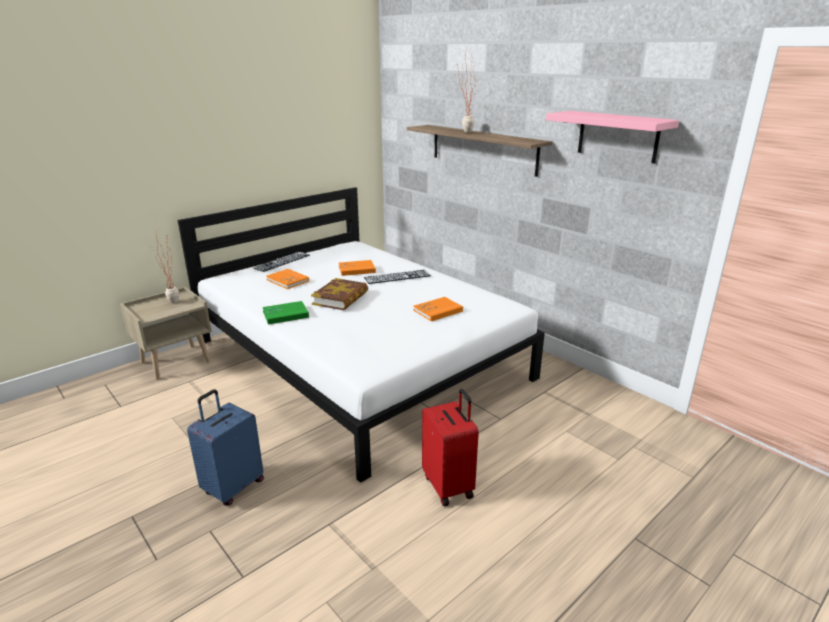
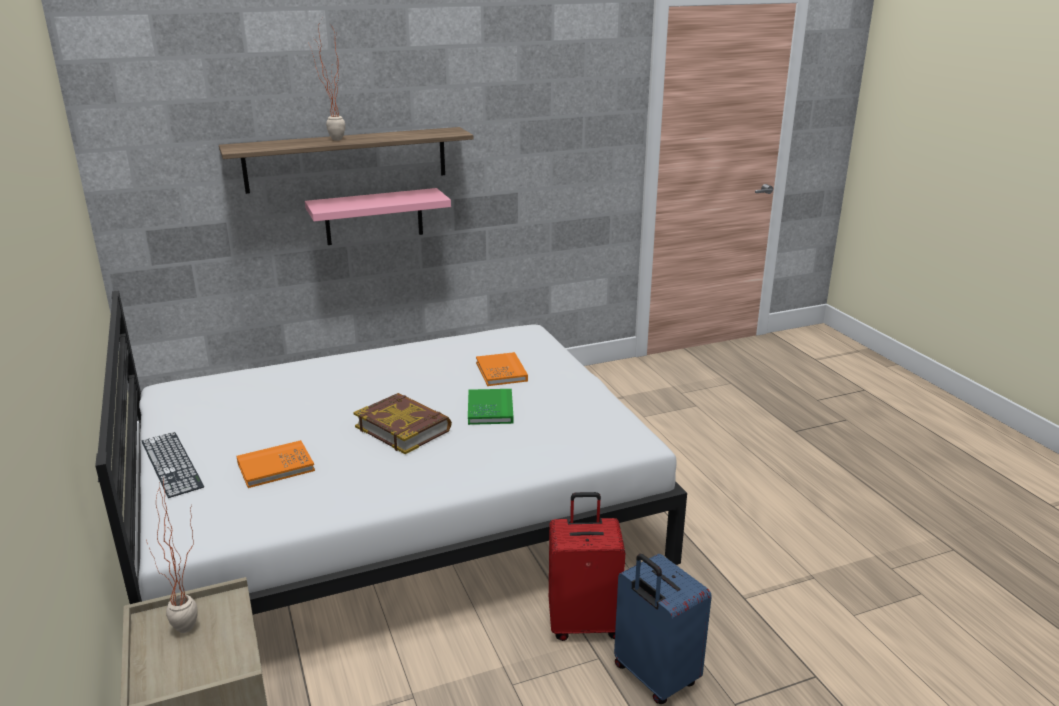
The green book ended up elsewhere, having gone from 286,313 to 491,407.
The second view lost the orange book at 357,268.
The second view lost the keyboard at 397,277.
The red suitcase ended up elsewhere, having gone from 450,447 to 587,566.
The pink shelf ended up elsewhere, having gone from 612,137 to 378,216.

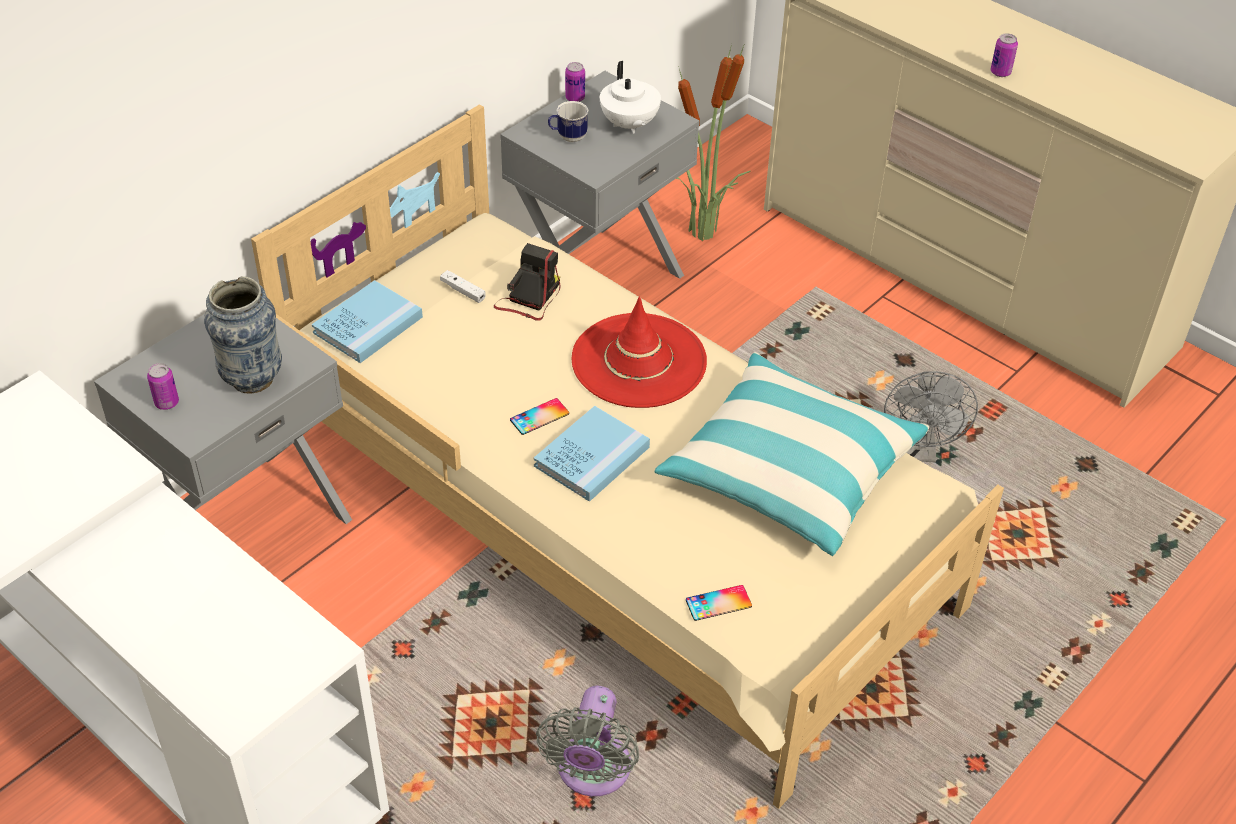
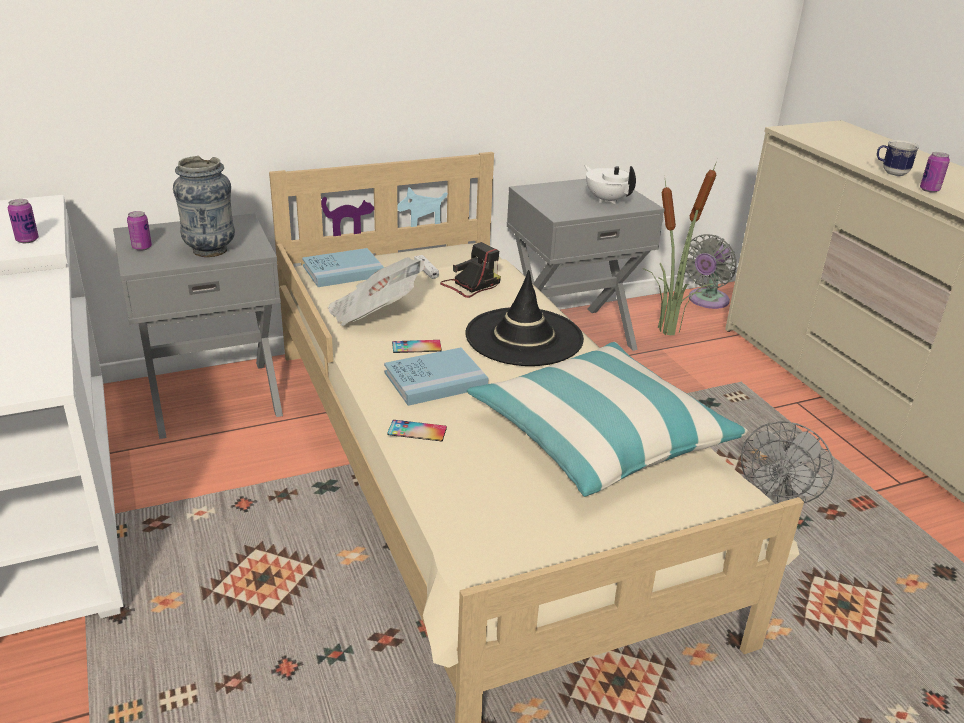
The grey fan ended up elsewhere, having gone from 587,741 to 711,271.
The mug ended up elsewhere, having gone from 568,121 to 898,158.
The can ended up elsewhere, having gone from 575,82 to 23,221.
What was the red hat at 639,352 turned into the black hat at 524,318.
The white teapot at 630,97 ended up facing another way, 135 degrees clockwise from before.
The phone ended up elsewhere, having gone from 719,603 to 417,430.
The second view gained the newspaper at 376,291.

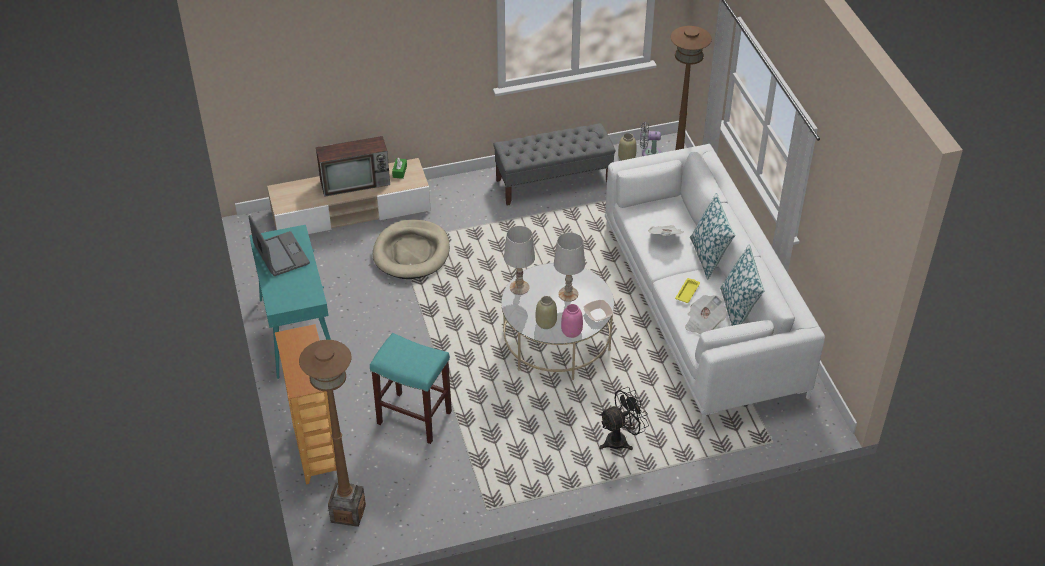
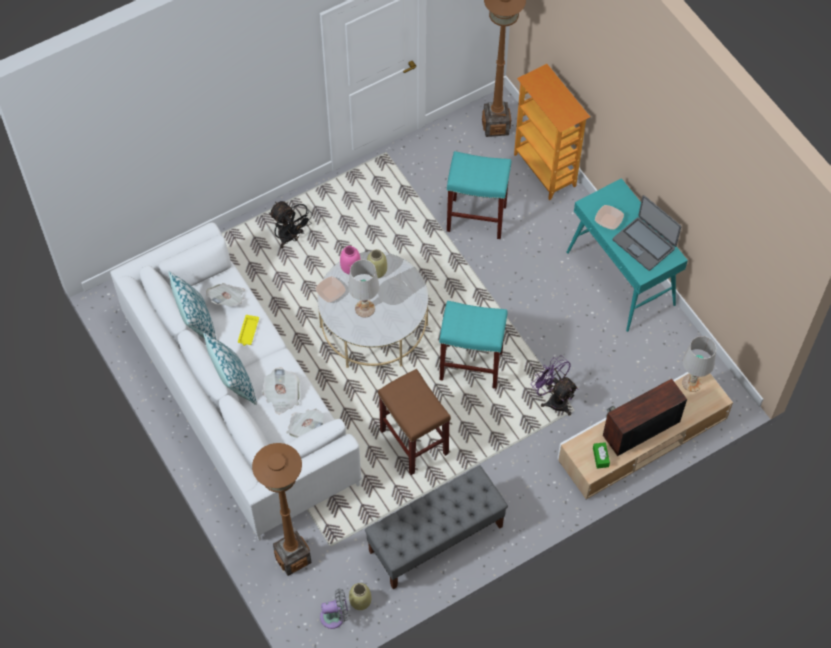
Where the beige dog bed stood at 411,249, the purple fan came to stand at 554,386.
The white table lamp ended up elsewhere, having gone from 519,260 to 699,364.
The black fan at 624,418 ended up facing another way, 90 degrees counterclockwise from before.
The second view gained the newspaper at 305,423.
The second view gained the brown stool at 414,422.
The second view gained the turquoise stool at 473,345.
The second view gained the bowl at 609,217.

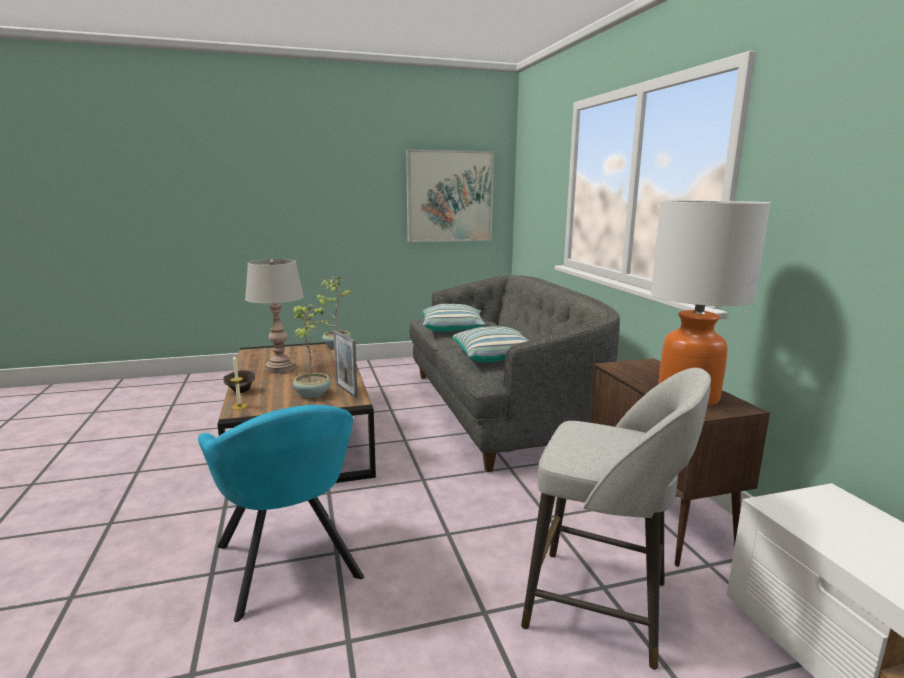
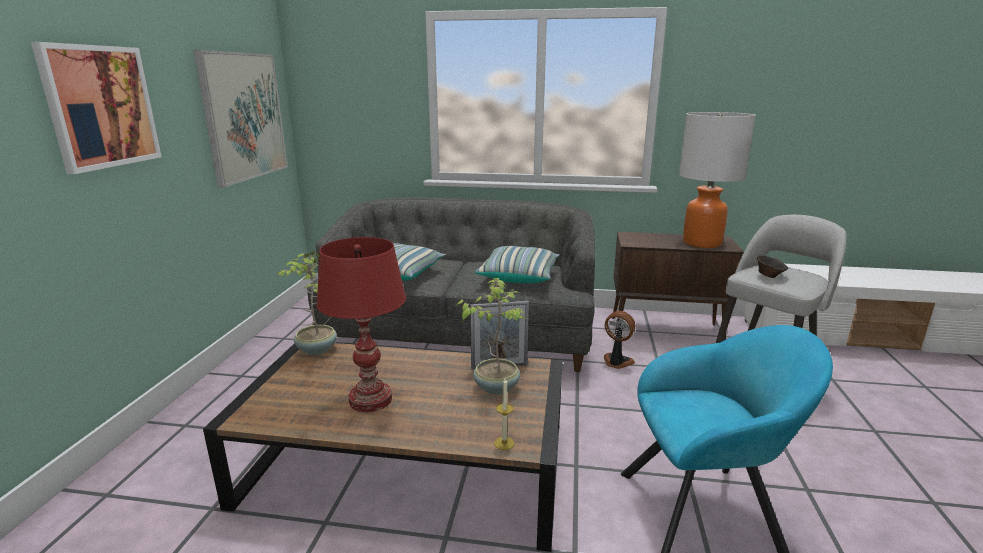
The brown bowl ended up elsewhere, having gone from 239,381 to 772,267.
What was the grey table lamp at 274,316 turned into the red table lamp at 361,324.
The second view gained the picture at 96,108.
The second view gained the fan at 620,340.

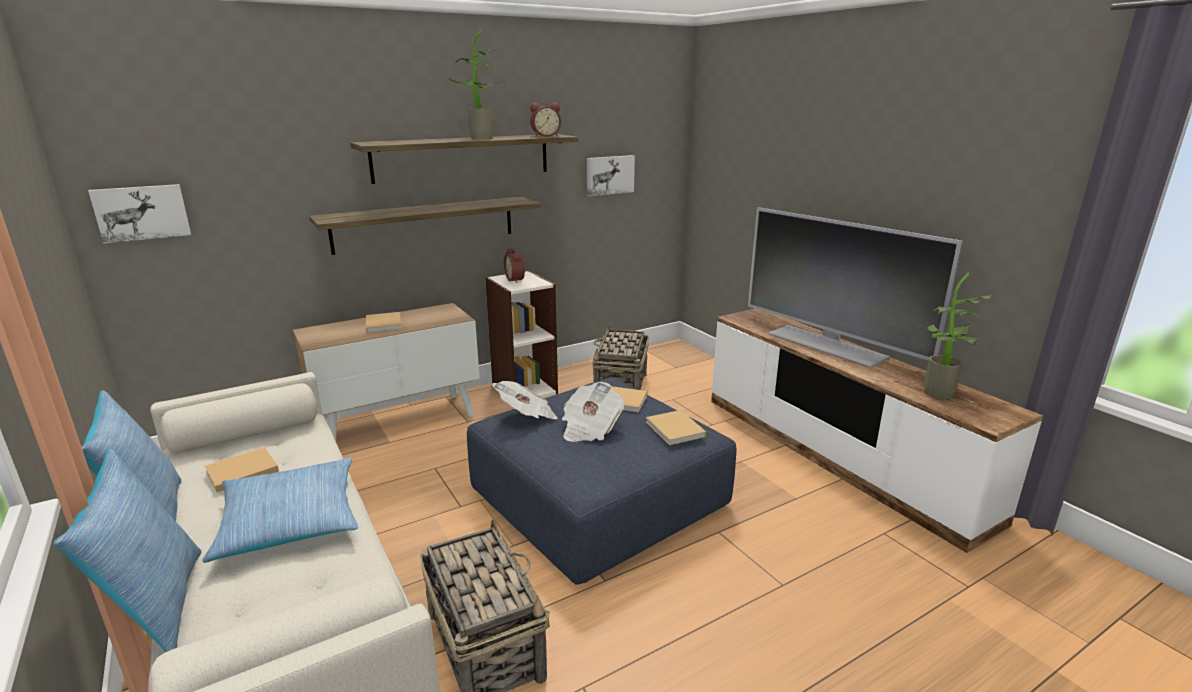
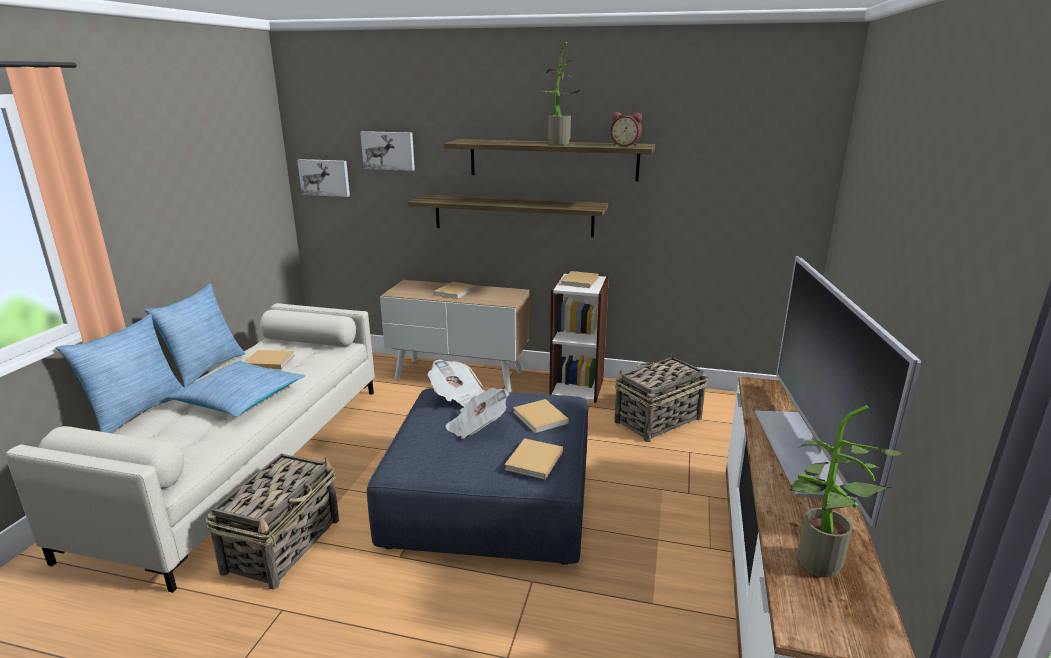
Where the alarm clock stood at 514,265, the beige book came to stand at 579,279.
The picture ended up elsewhere, having gone from 611,175 to 387,151.

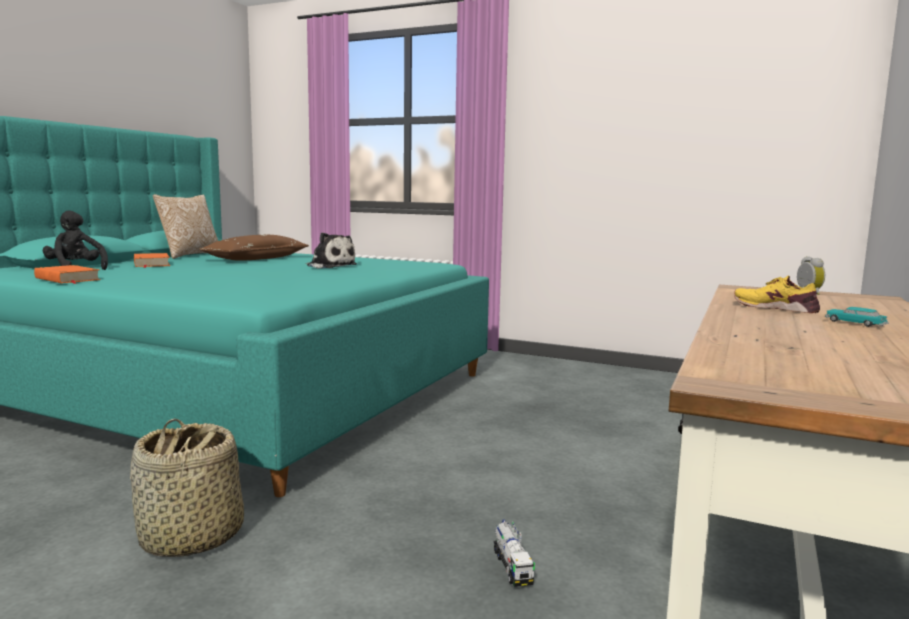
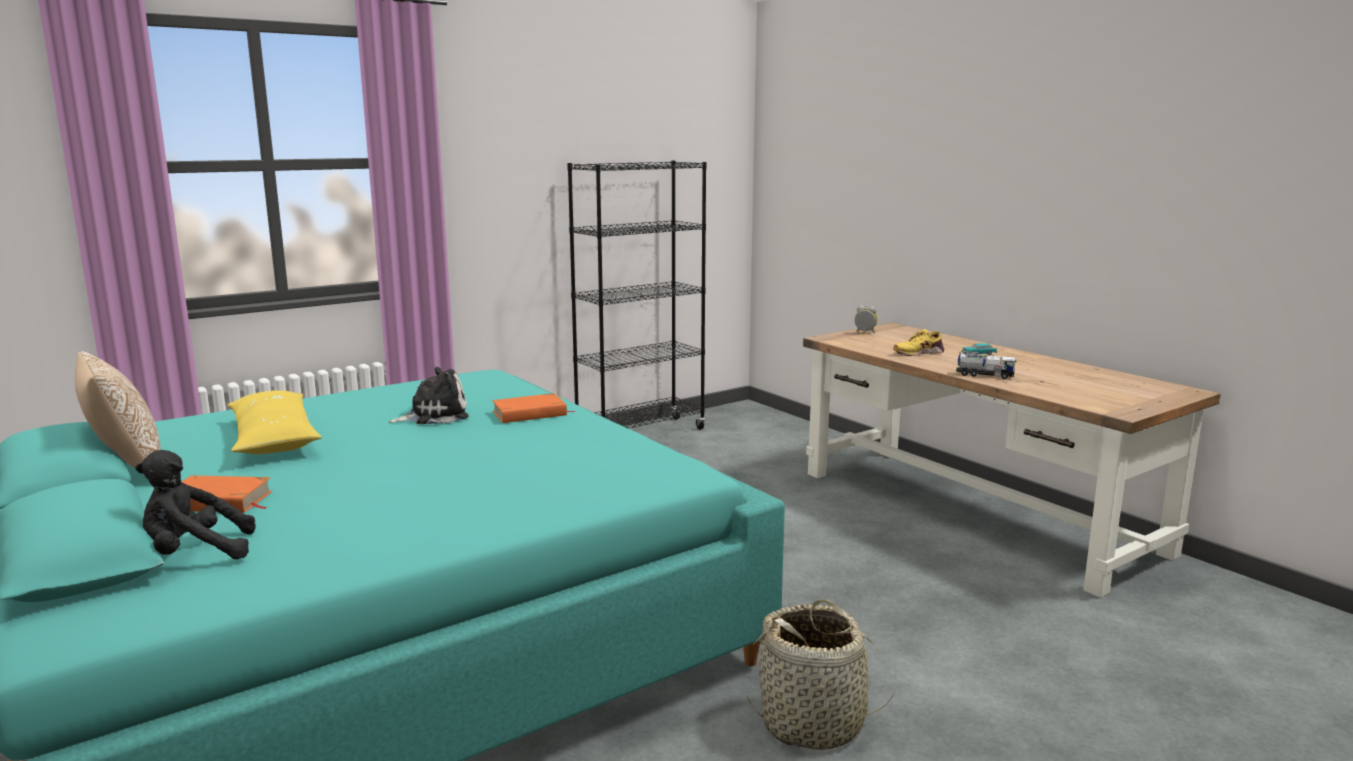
The orange book ended up elsewhere, having gone from 67,274 to 533,408.
What was the brown pillow at 254,248 turned into the yellow pillow at 274,422.
The toy truck ended up elsewhere, having gone from 514,553 to 986,365.
The second view gained the black bookcase at 637,295.

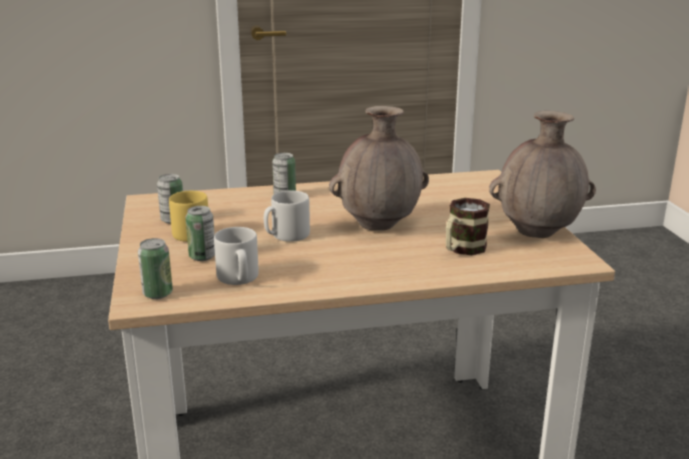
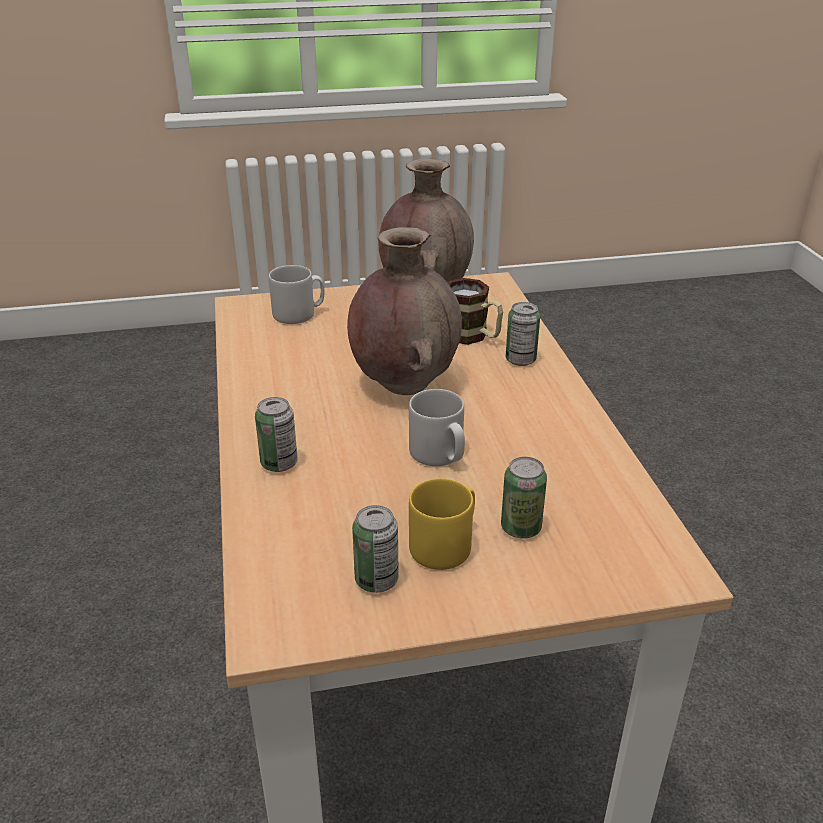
The can ended up elsewhere, having gone from 155,268 to 523,334.
The grey mug ended up elsewhere, having gone from 236,256 to 296,294.

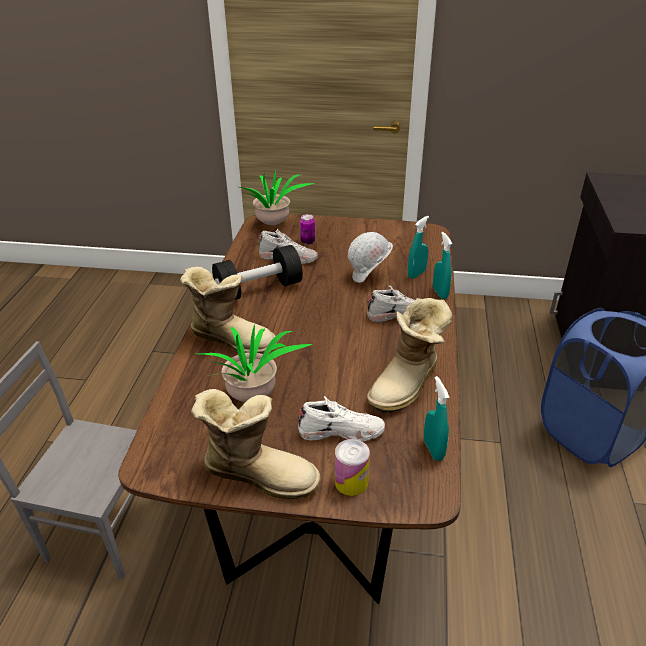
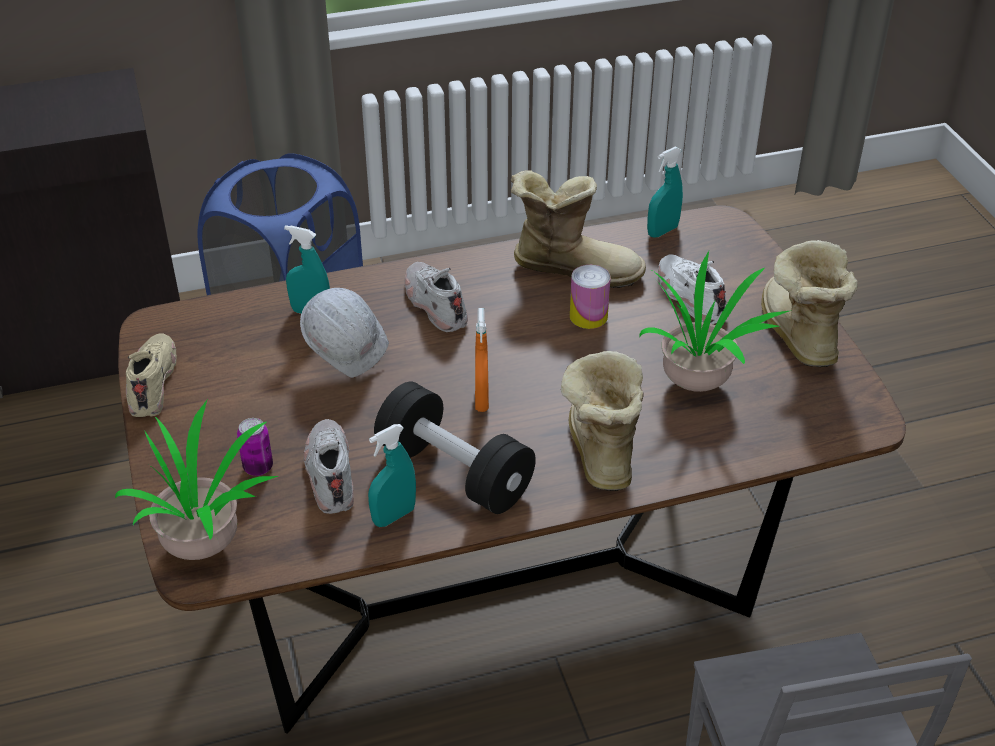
The can ended up elsewhere, having gone from 352,467 to 590,297.
The turquoise spray bottle ended up elsewhere, having gone from 442,265 to 392,475.
The second view gained the beige shoe at 151,375.
The second view gained the orange spray bottle at 482,360.

